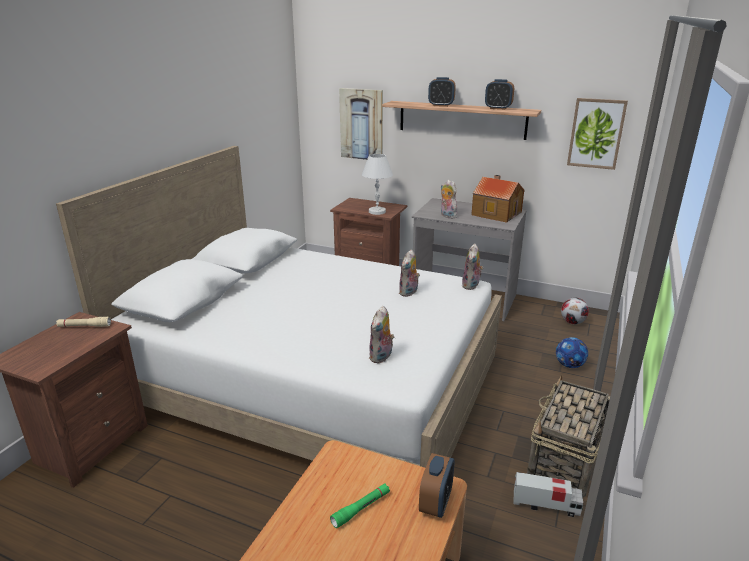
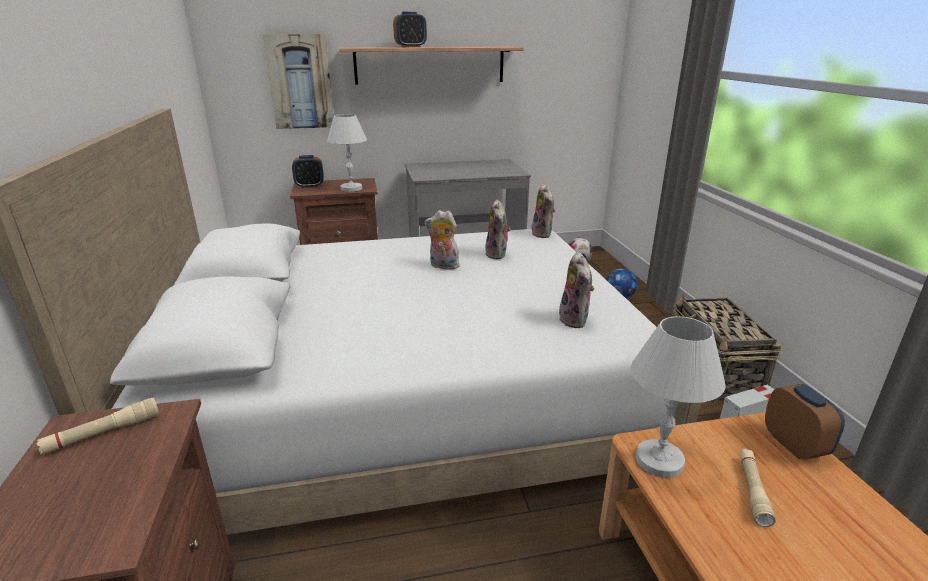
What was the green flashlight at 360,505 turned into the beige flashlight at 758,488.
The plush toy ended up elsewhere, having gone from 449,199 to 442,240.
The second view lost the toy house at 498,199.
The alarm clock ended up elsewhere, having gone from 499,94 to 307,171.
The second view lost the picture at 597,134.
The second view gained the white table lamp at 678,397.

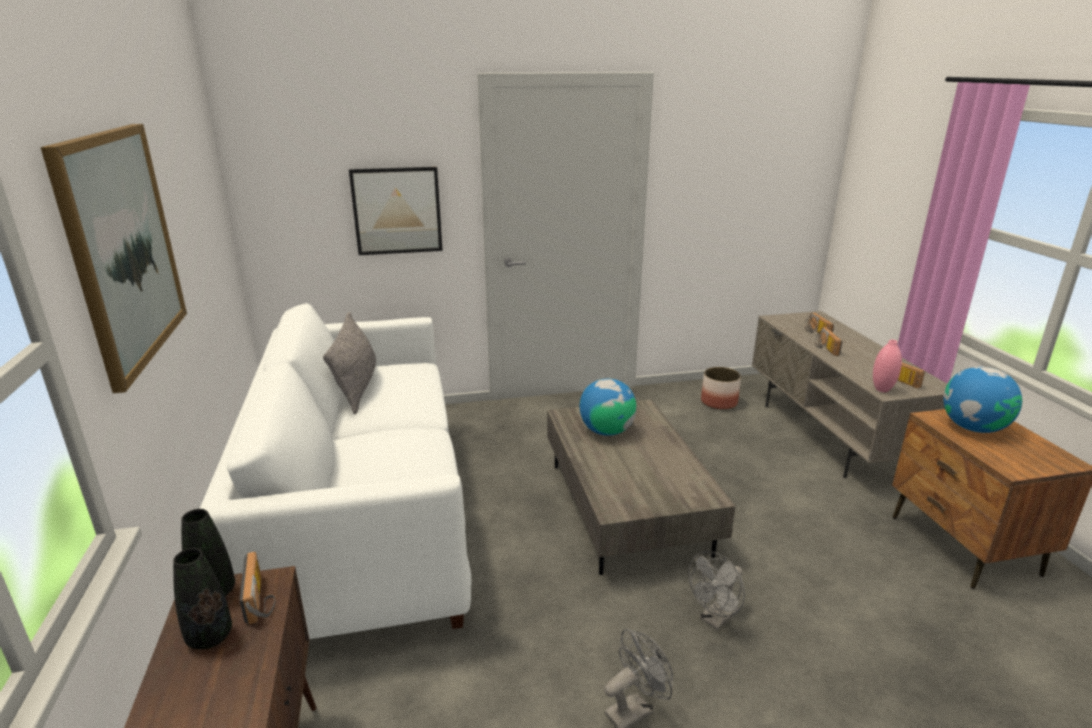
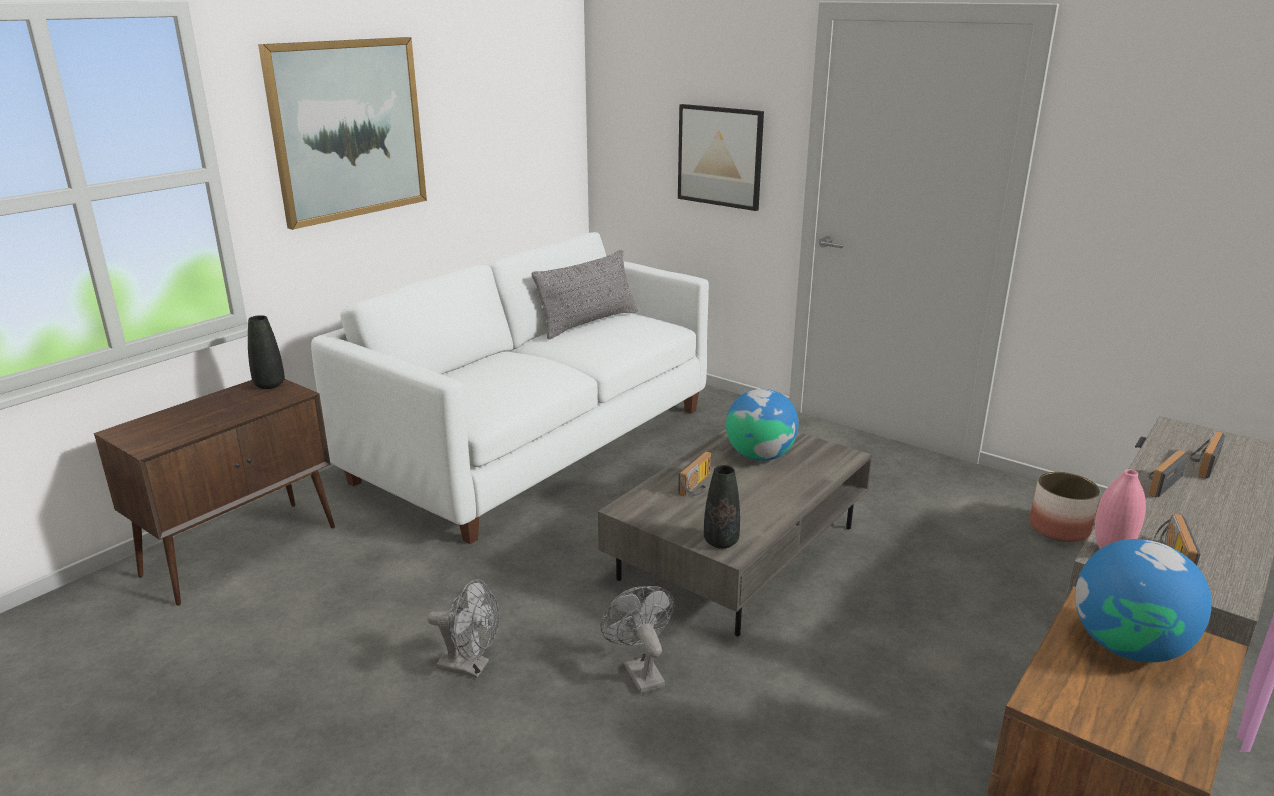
The black vase ended up elsewhere, having gone from 202,598 to 722,507.
The radio ended up elsewhere, having gone from 258,588 to 694,473.
The grey fan at 716,590 ended up facing another way, 60 degrees clockwise from before.

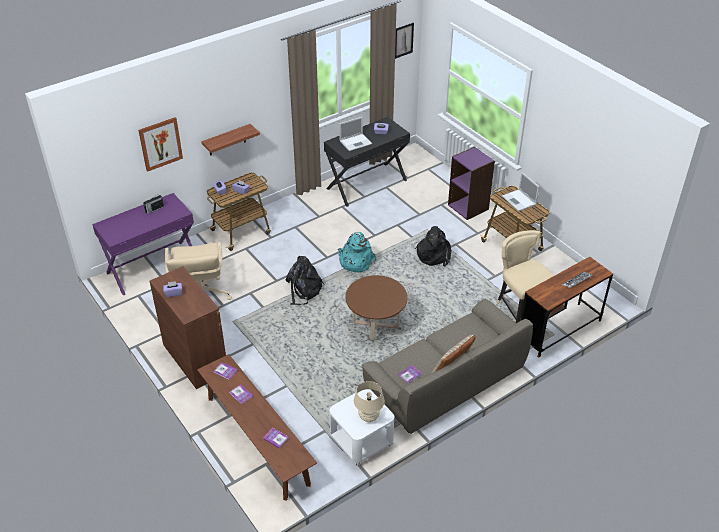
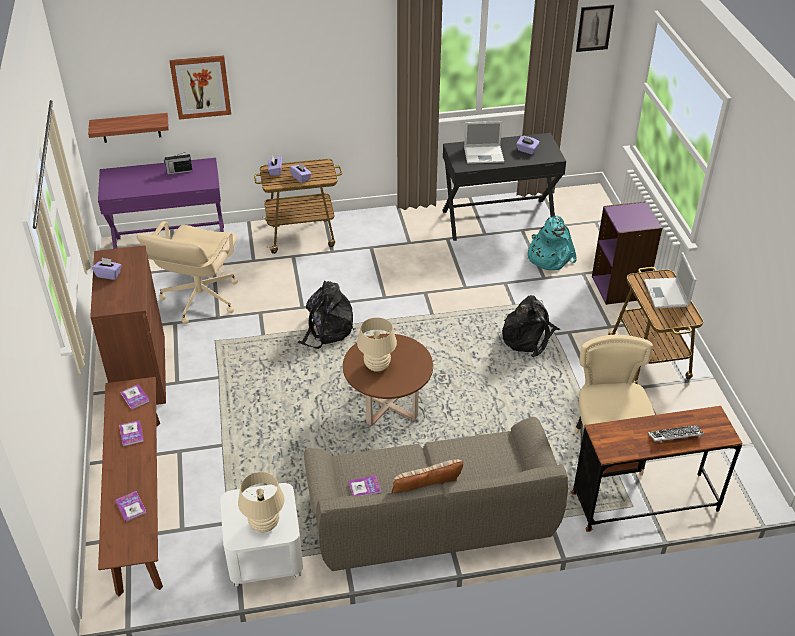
The shelf ended up elsewhere, having gone from 230,140 to 128,128.
The turquoise backpack ended up elsewhere, having gone from 357,252 to 552,243.
The second view gained the beige table lamp at 377,344.

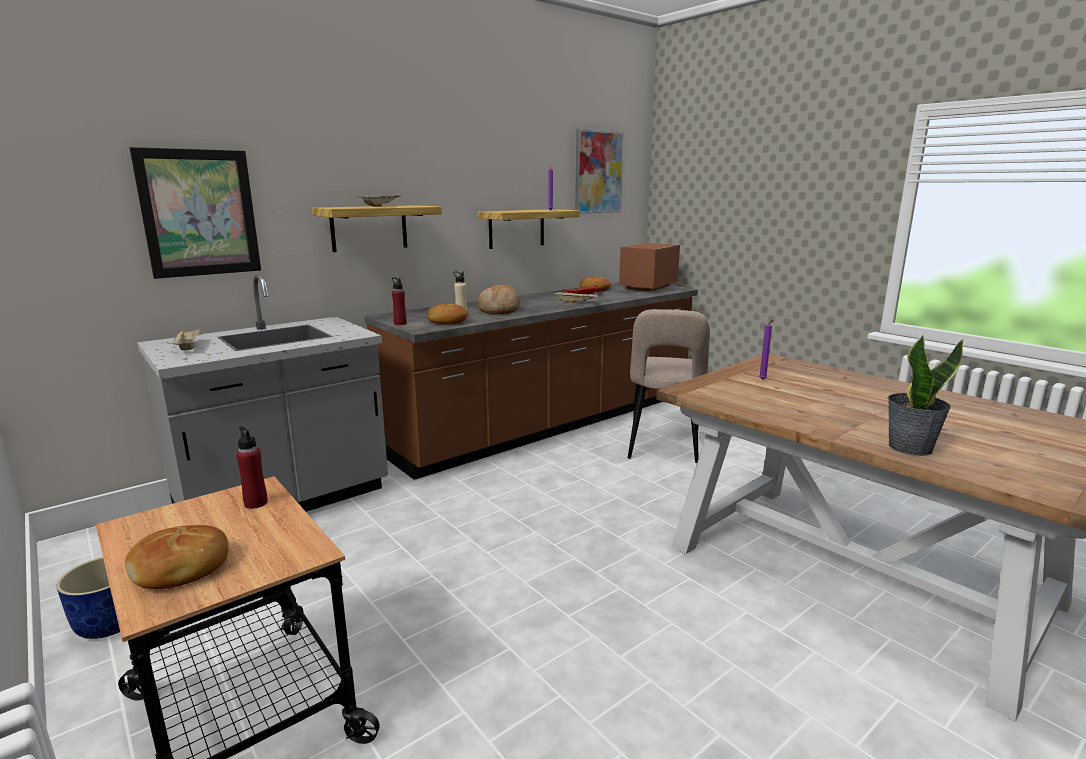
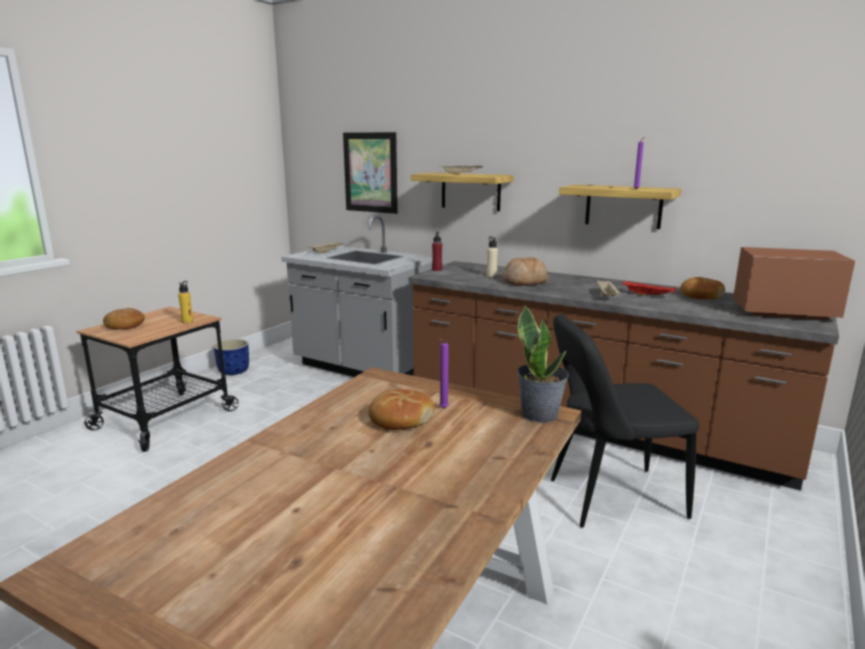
What was the red bottle at 252,467 turned into the yellow bottle at 186,302.
The bread ended up elsewhere, having gone from 447,313 to 402,409.
The second view lost the picture at 599,171.
What was the beige chair at 669,386 turned into the black chair at 625,421.
The potted plant ended up elsewhere, having gone from 926,395 to 543,364.

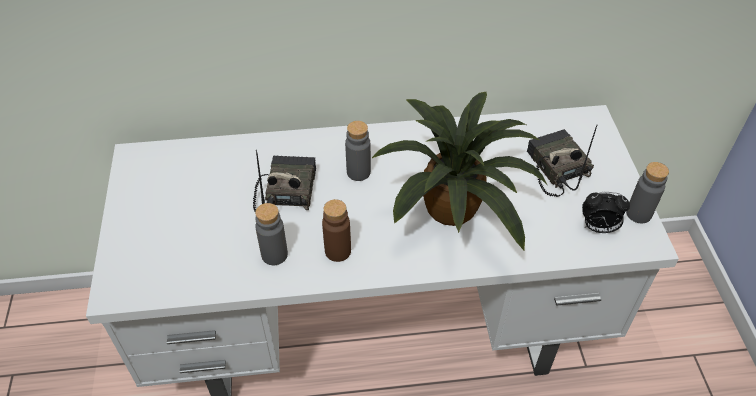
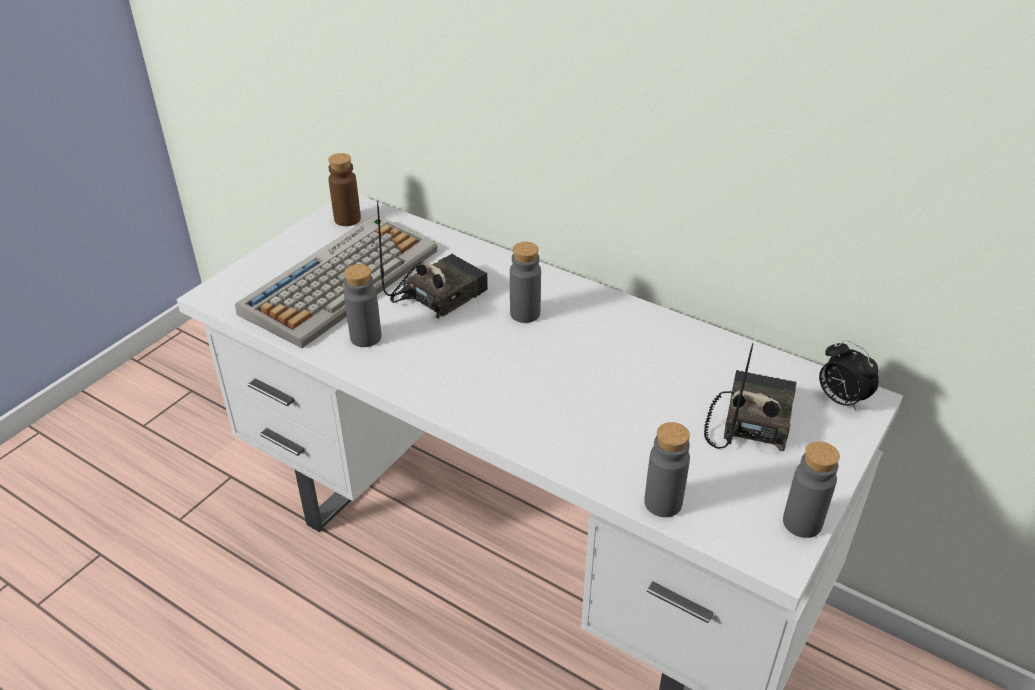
The brown bottle ended up elsewhere, having gone from 336,230 to 344,189.
The second view lost the potted plant at 459,171.
The alarm clock ended up elsewhere, having gone from 606,212 to 849,375.
The second view gained the keyboard at 336,281.
The second view gained the grey bottle at 667,469.

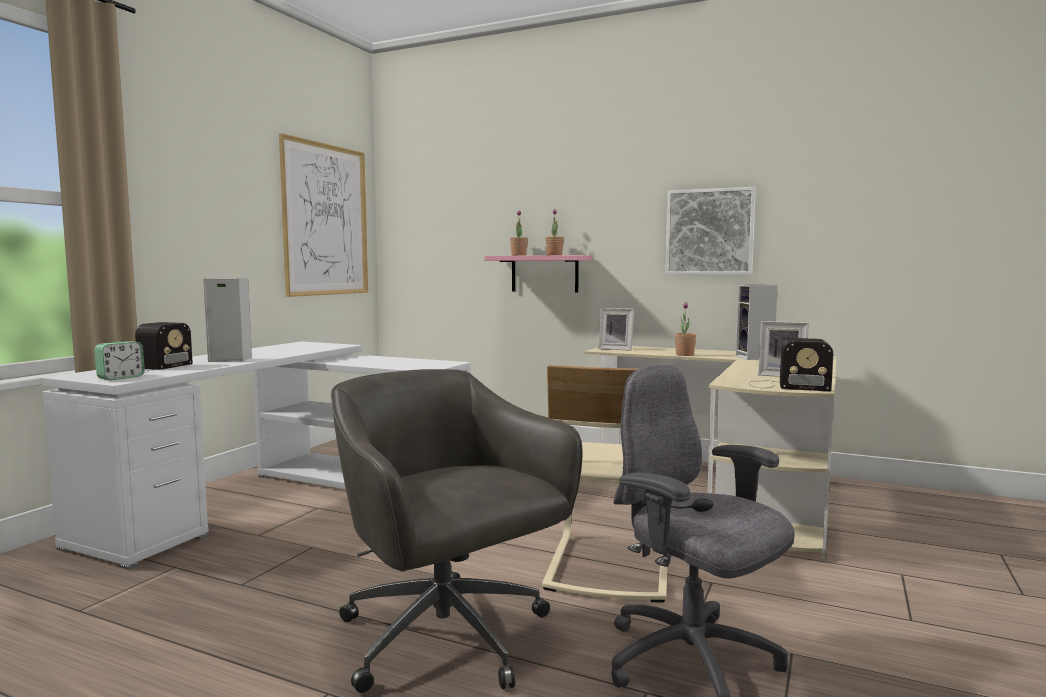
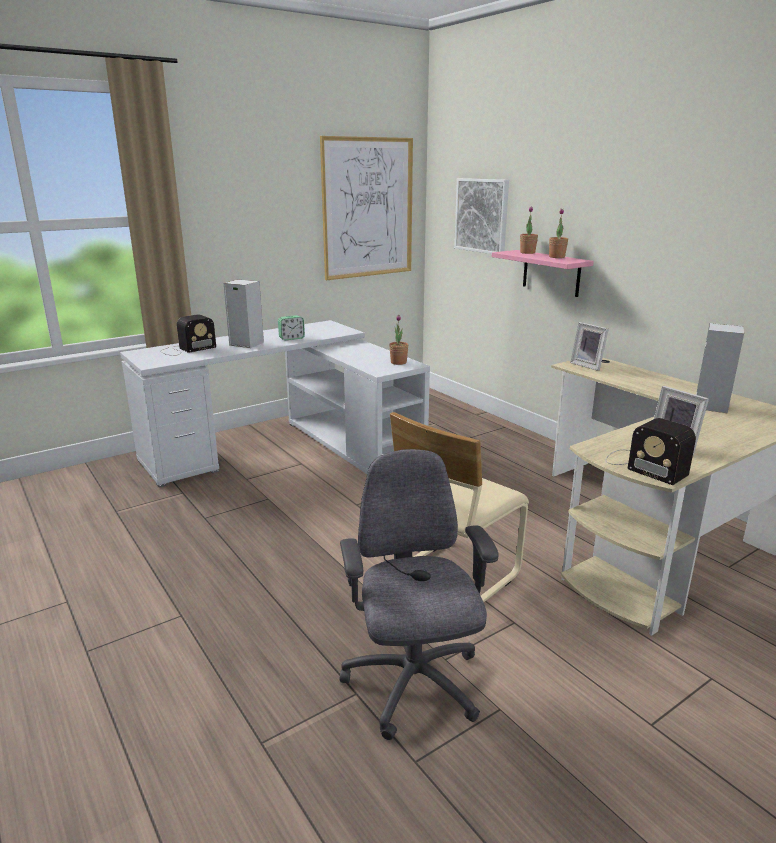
The alarm clock ended up elsewhere, having gone from 119,360 to 291,328.
The second view lost the grey office chair at 457,531.
The picture ended up elsewhere, having gone from 710,231 to 481,216.
The potted plant ended up elsewhere, having gone from 685,329 to 399,340.

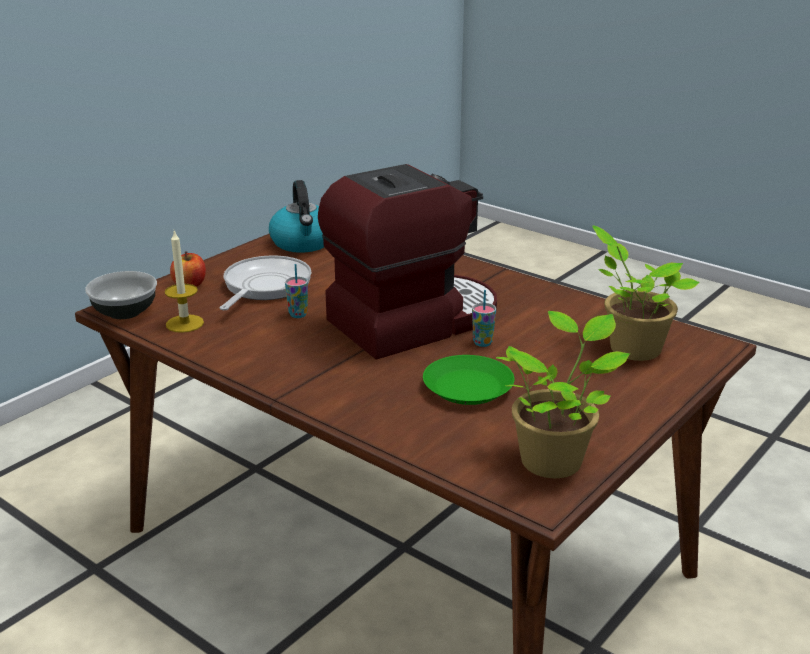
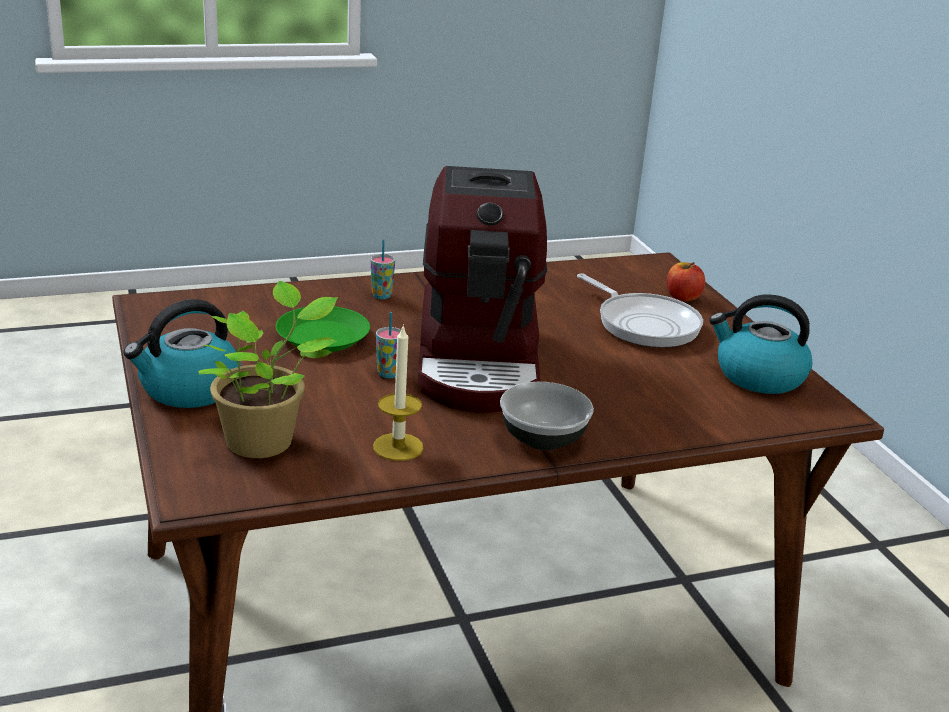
The bowl ended up elsewhere, having gone from 121,295 to 547,416.
The candle ended up elsewhere, having gone from 184,281 to 398,392.
The cup ended up elsewhere, having gone from 296,291 to 383,269.
The second view lost the potted plant at 563,394.
The second view gained the kettle at 182,353.

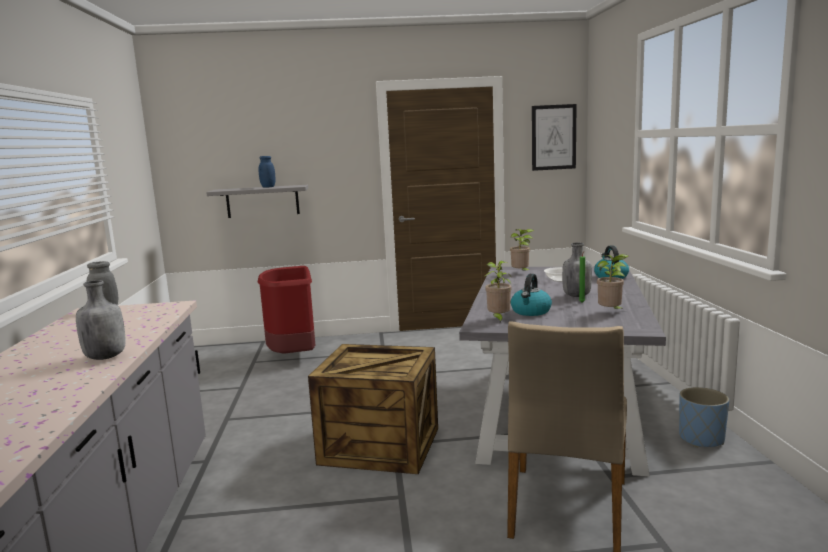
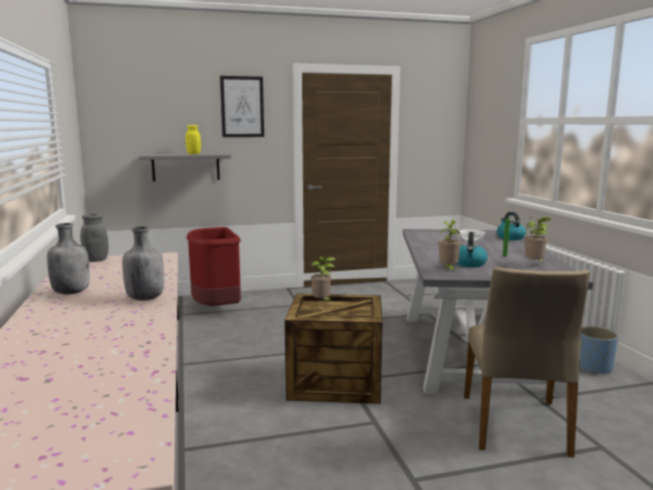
What was the blue jar at 267,172 turned into the yellow jar at 193,139.
The potted plant ended up elsewhere, having gone from 522,250 to 323,279.
The picture ended up elsewhere, having gone from 554,137 to 242,106.
The grey bottle ended up elsewhere, having gone from 577,270 to 68,259.

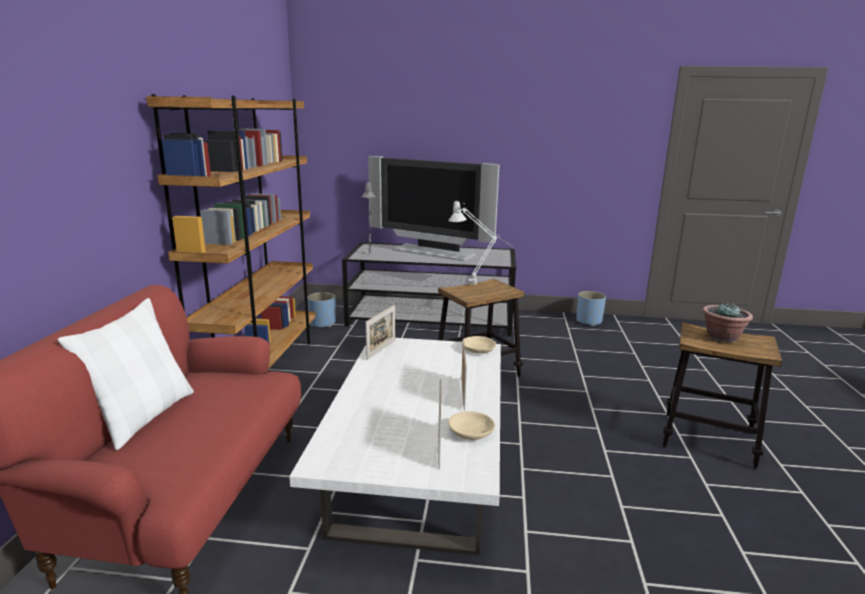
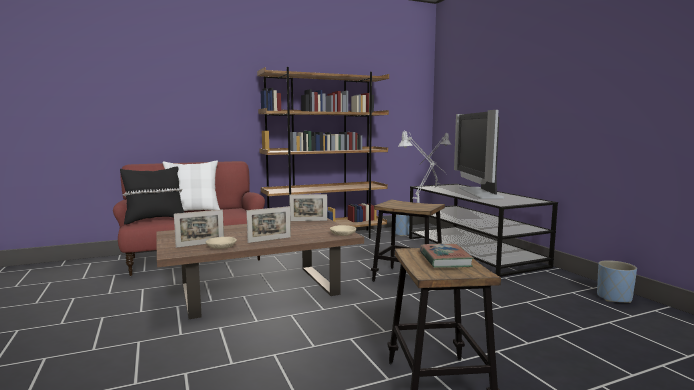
What was the white coffee table at 395,446 turned into the brown coffee table at 260,268.
Where the potted plant stood at 728,322, the book came to stand at 447,256.
The second view gained the black pillow at 152,196.

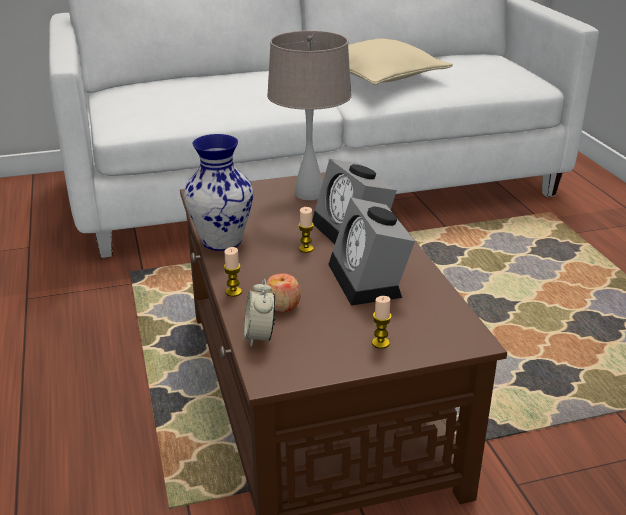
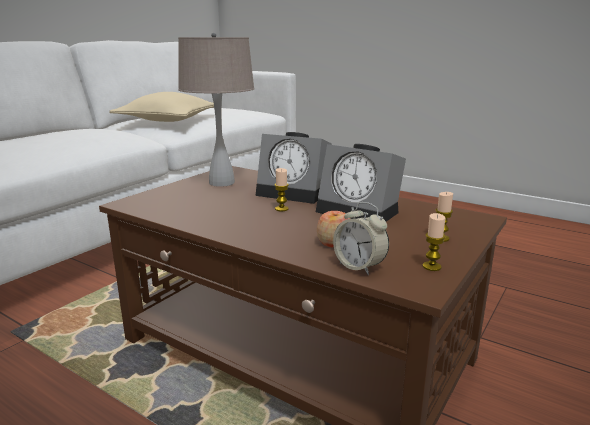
The second view lost the vase at 218,192.
The candle ended up elsewhere, having gone from 233,272 to 434,242.

